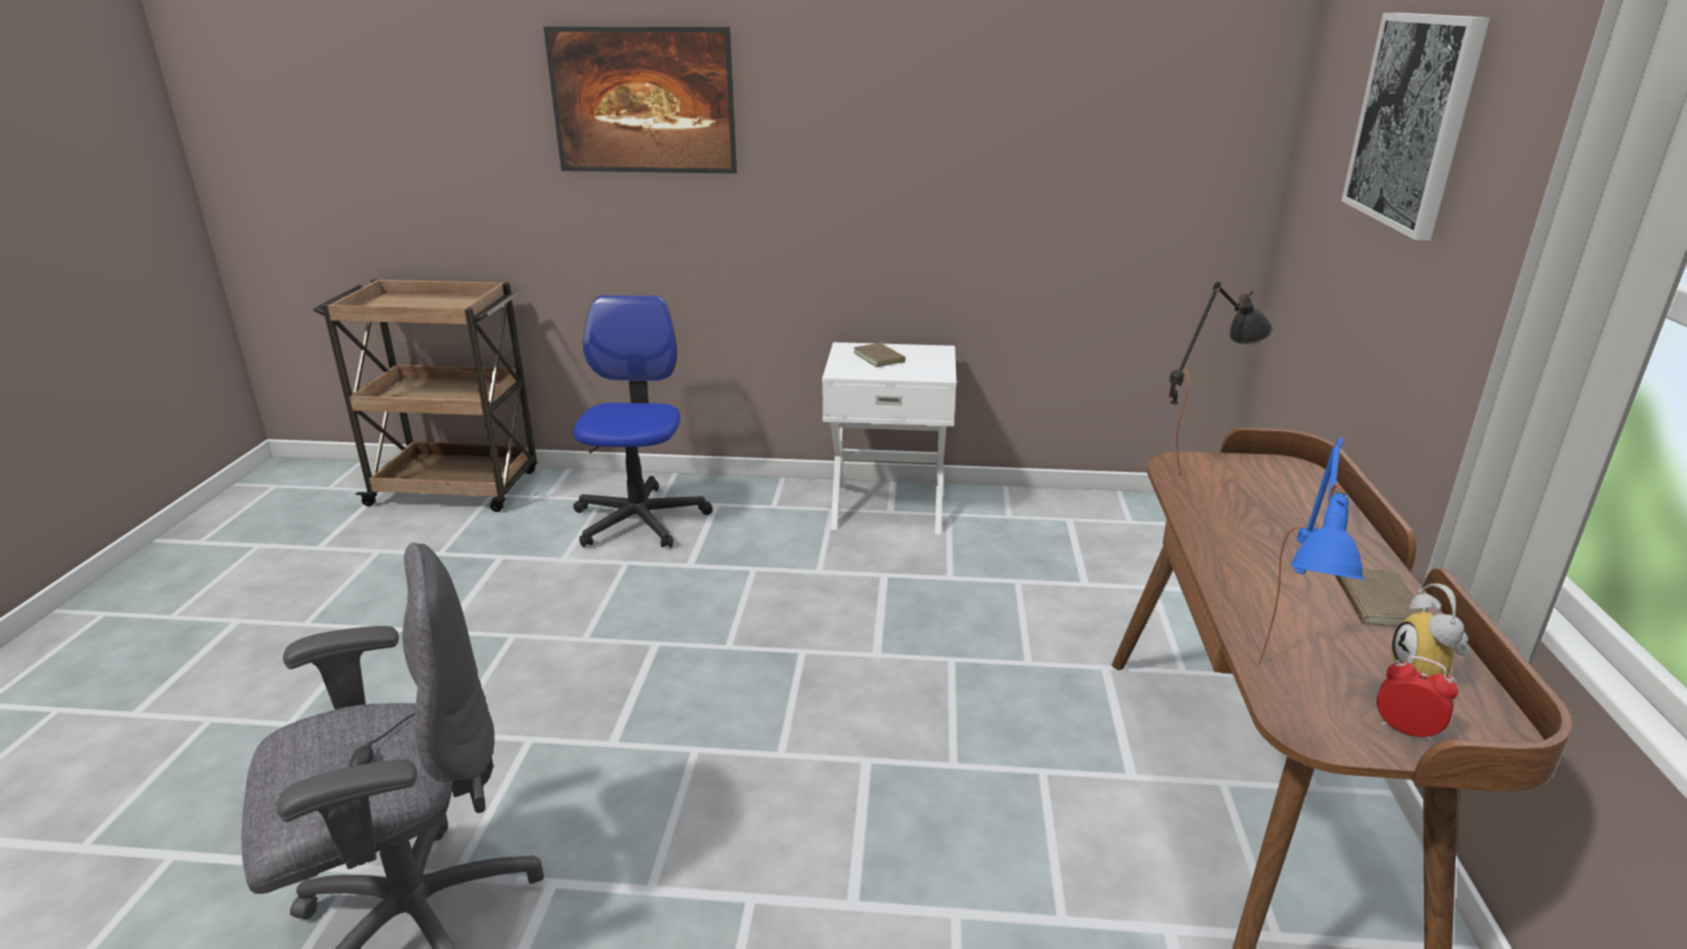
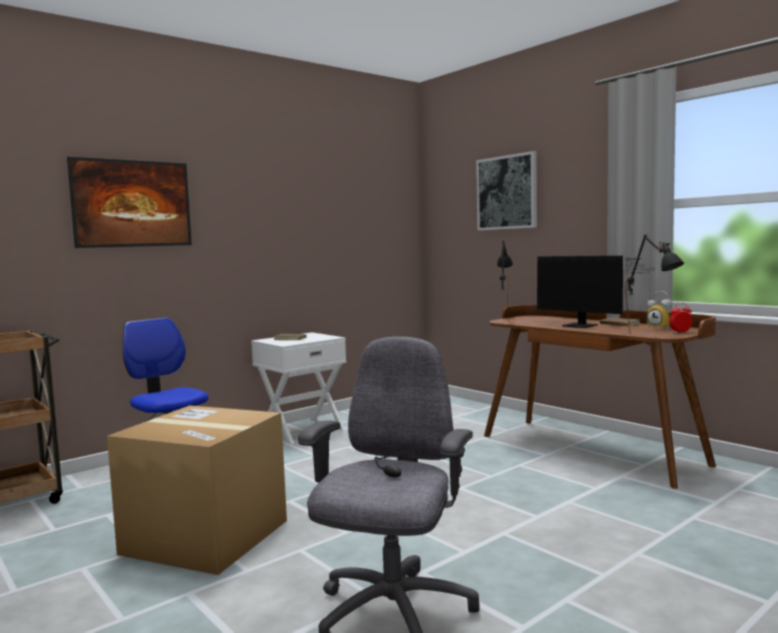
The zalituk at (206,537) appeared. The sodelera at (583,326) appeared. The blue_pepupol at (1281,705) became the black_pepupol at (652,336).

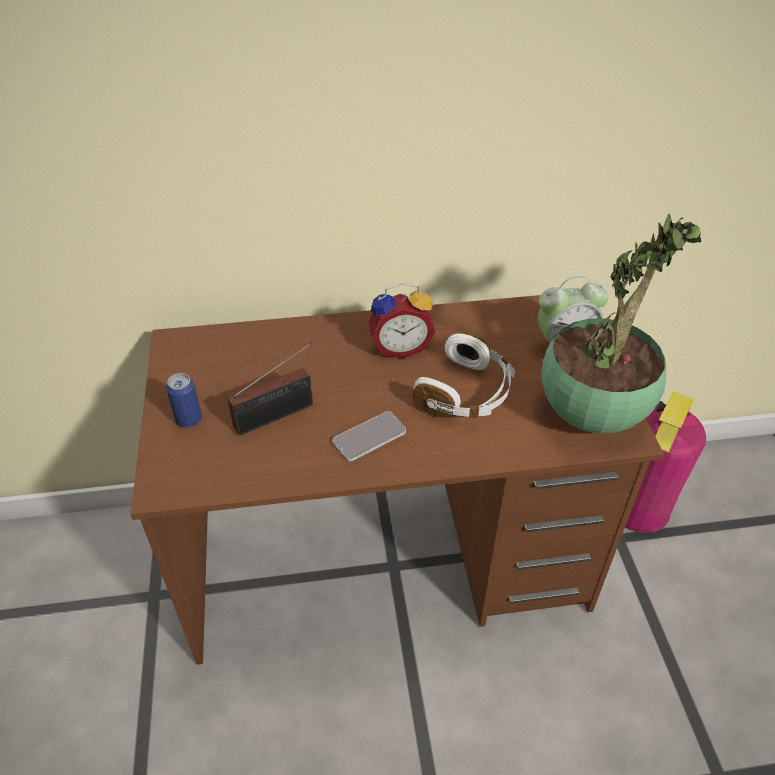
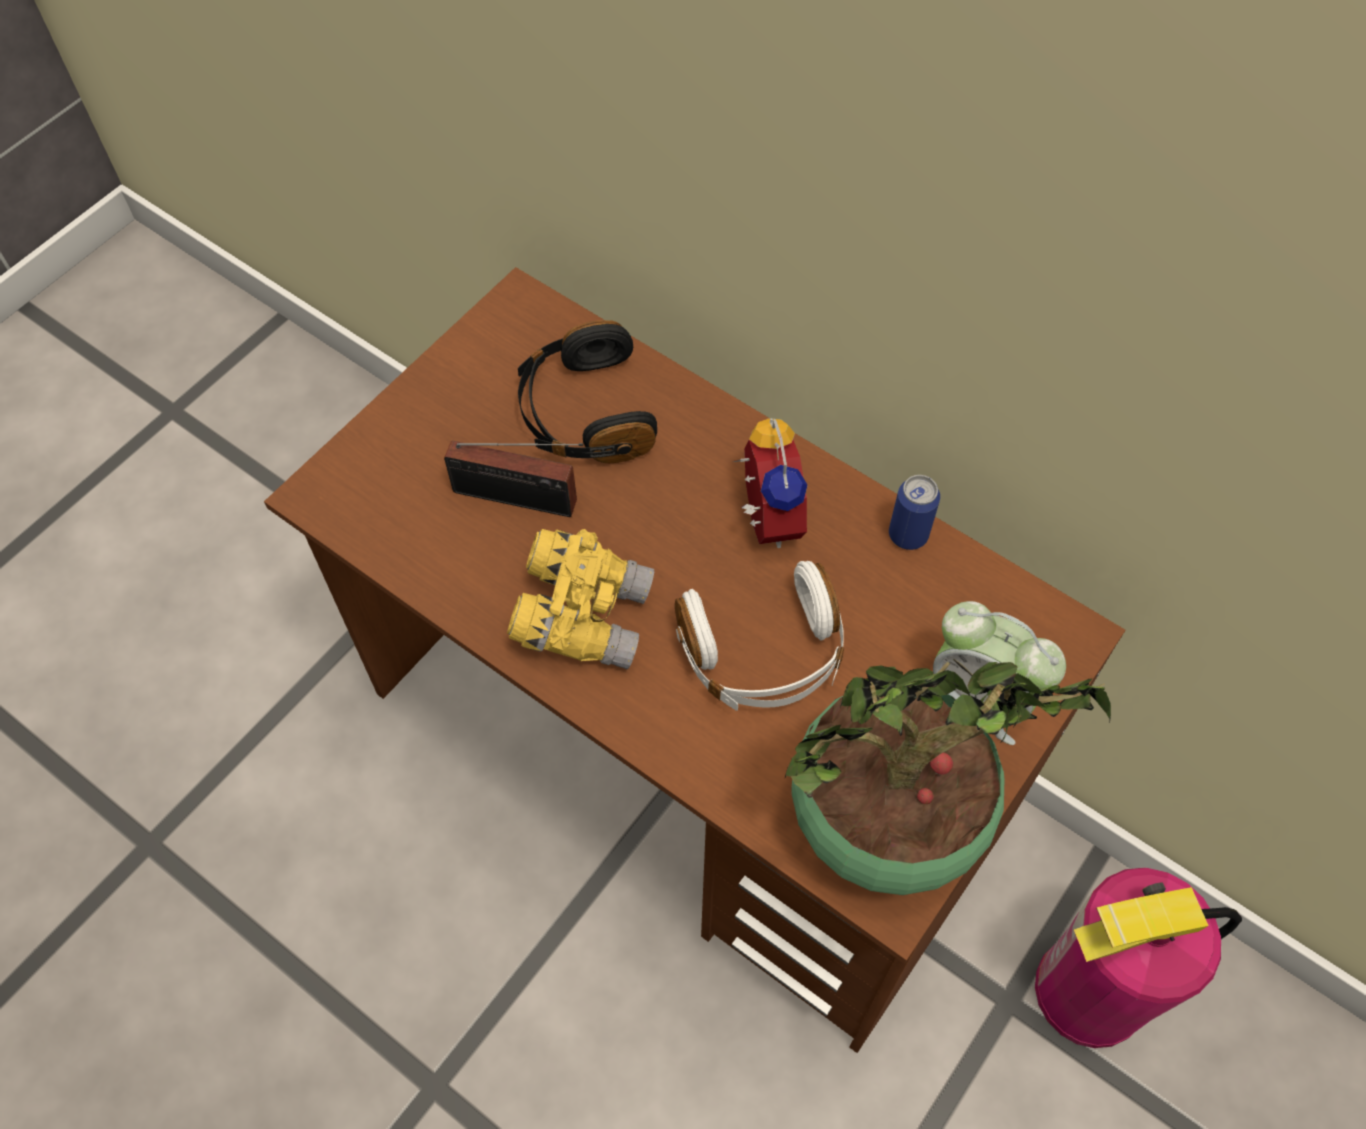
The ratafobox at (369,437) was replaced by the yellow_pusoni at (583,615). The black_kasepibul at (584,414) appeared. The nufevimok at (400,347) turned 135 degrees counterclockwise. The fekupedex moved from (189,419) to (908,535).

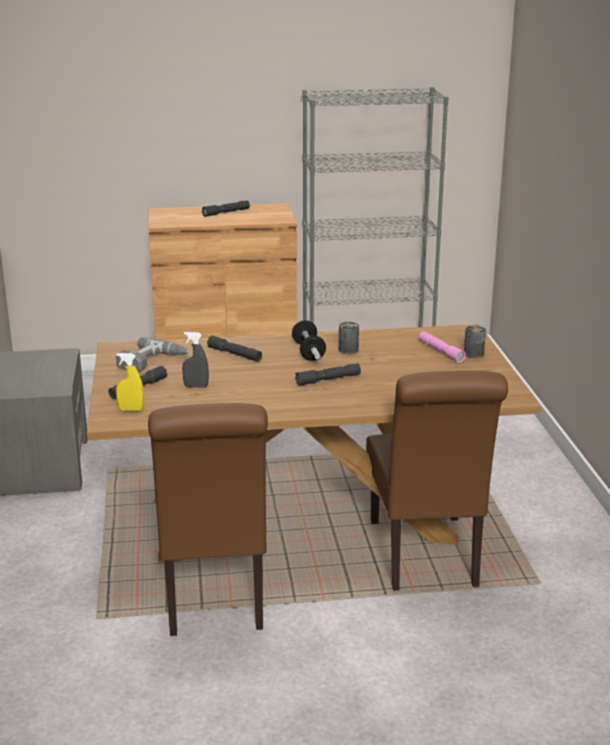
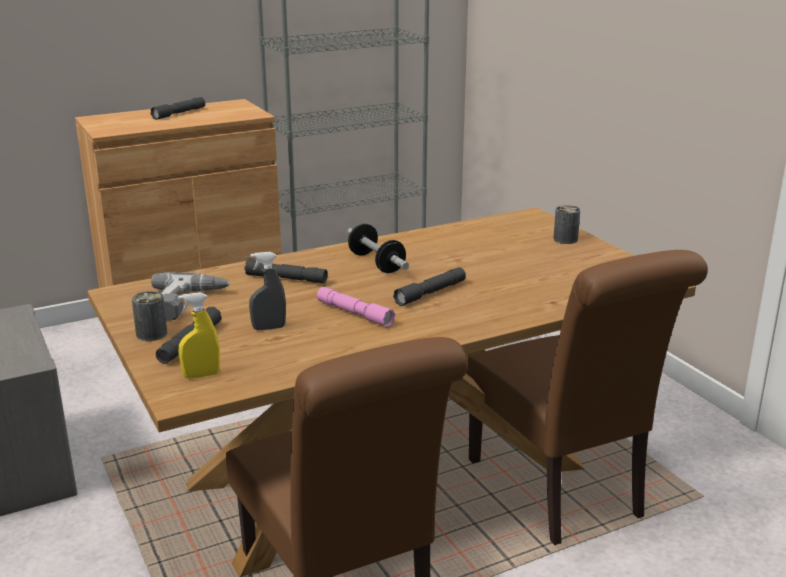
The fekupedex moved from (348,350) to (151,334). The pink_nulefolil moved from (441,351) to (354,314).

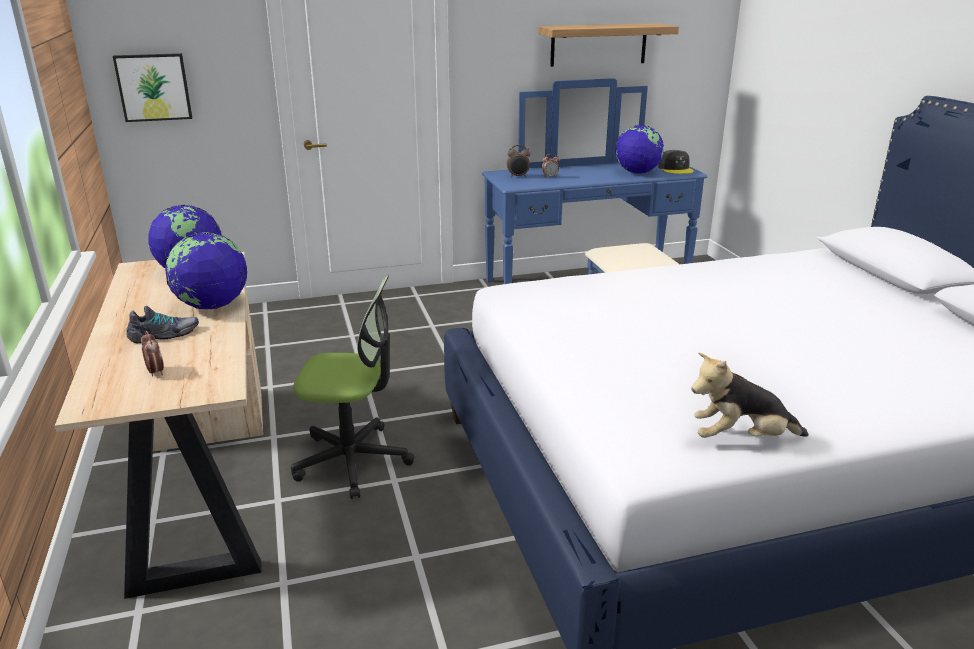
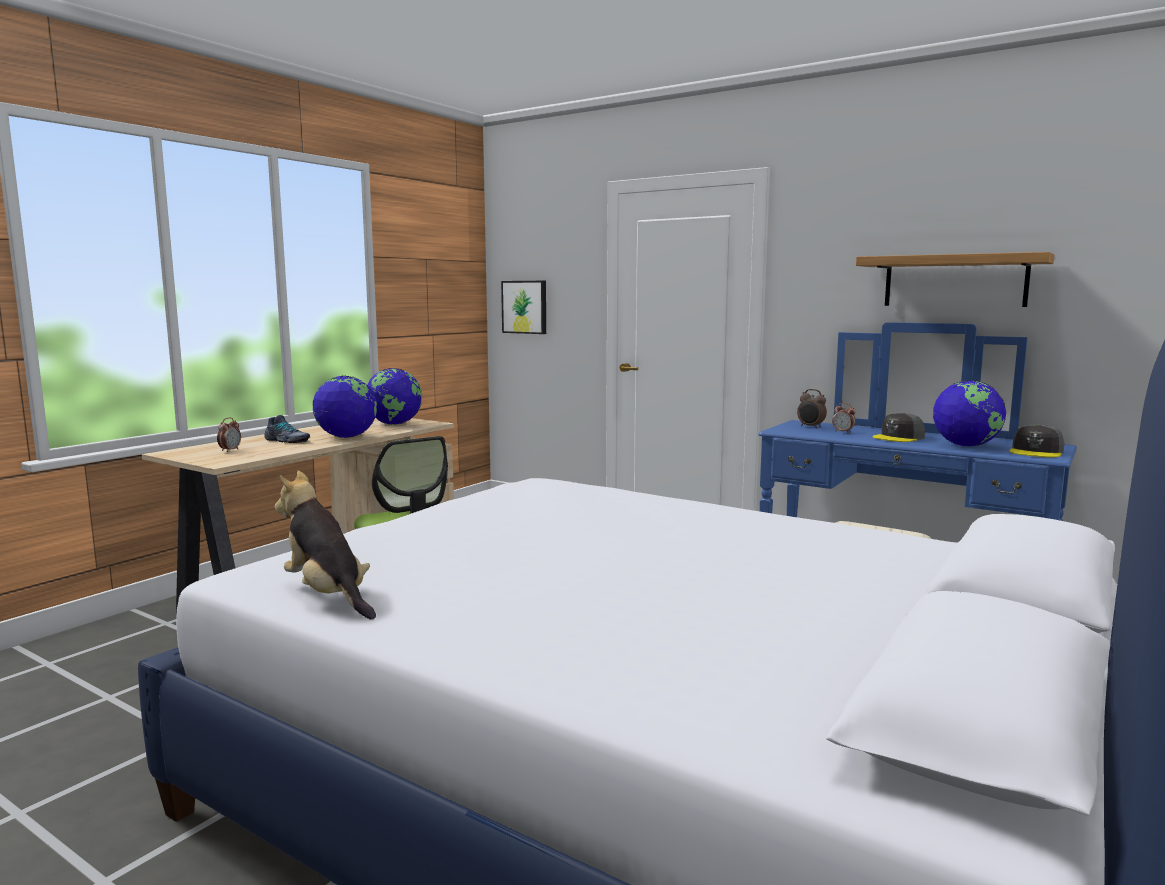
The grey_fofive at (898,437) appeared.

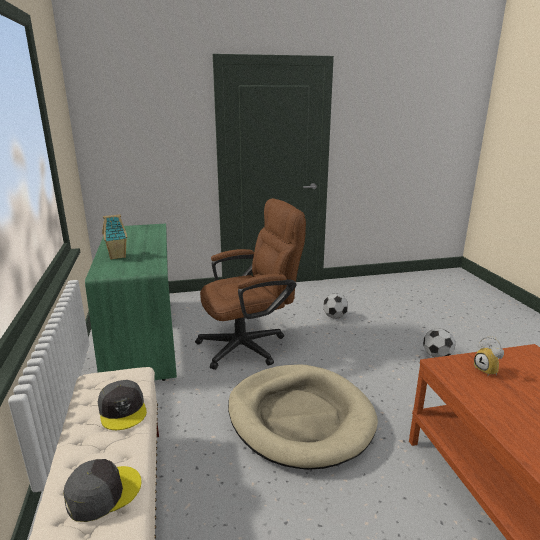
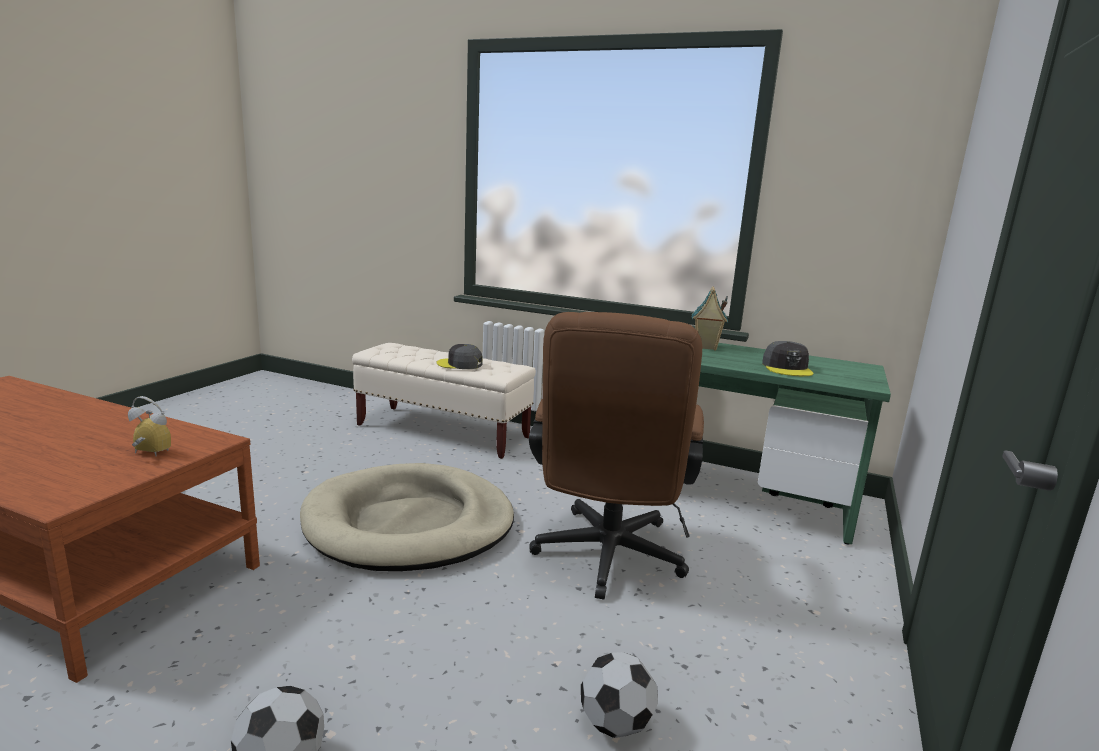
The grey_fofive moved from (103,493) to (787,368).

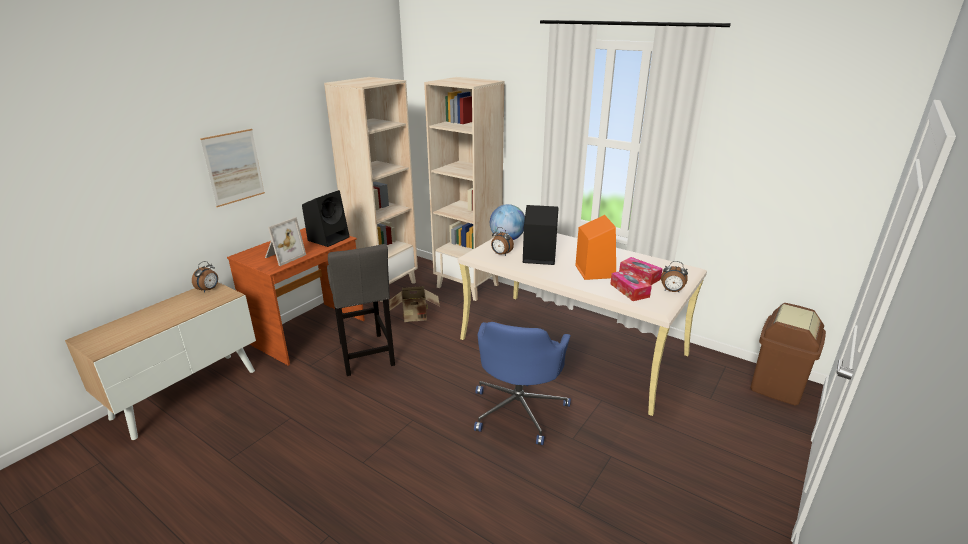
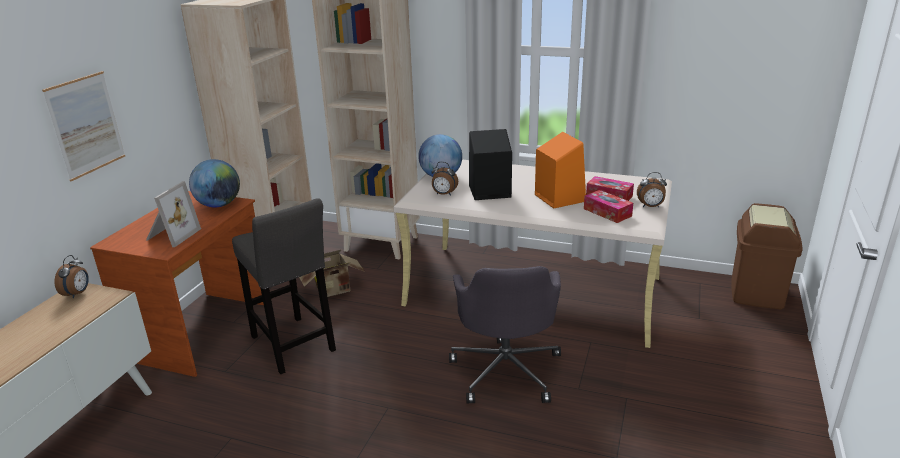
The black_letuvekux at (329,238) was replaced by the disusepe at (219,205). The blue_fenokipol at (519,409) became the grey_fenokipol at (506,370).

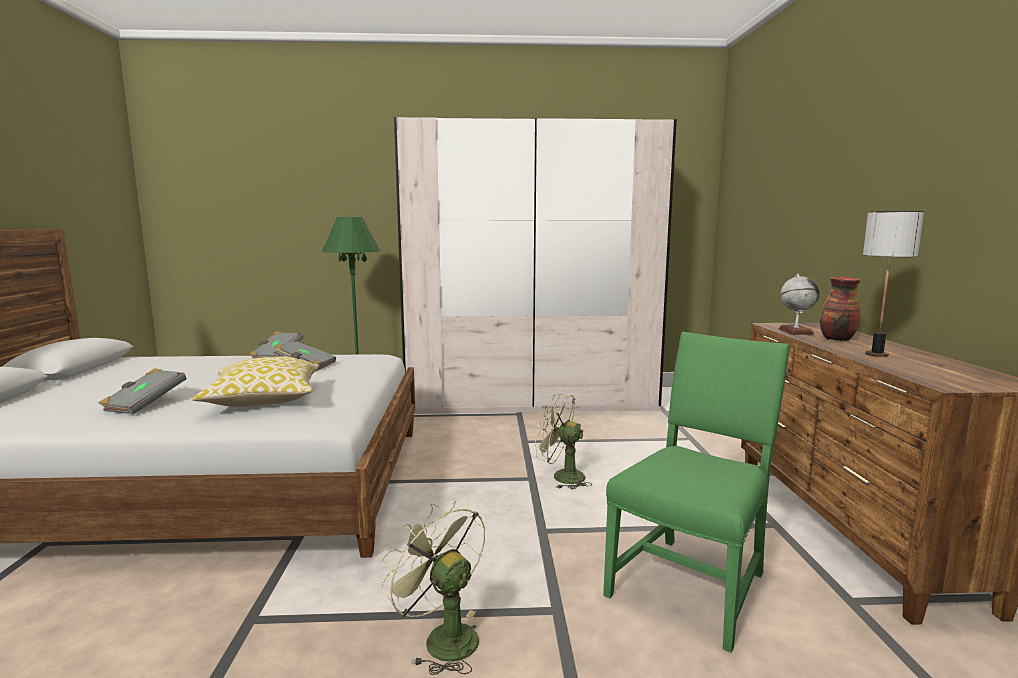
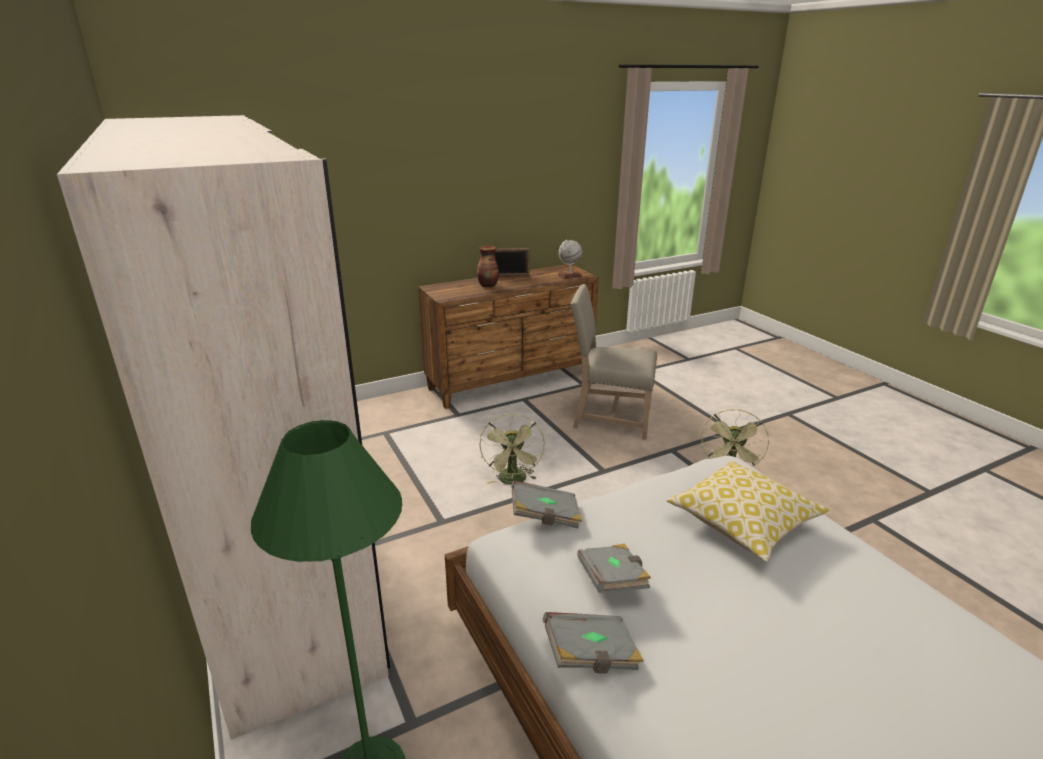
The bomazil at (509,276) appeared. The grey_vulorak moved from (145,404) to (545,516). The disusepe moved from (795,332) to (569,275). The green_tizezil at (692,583) became the beige_tizezil at (609,418). The pepupol at (876,354) disappeared.

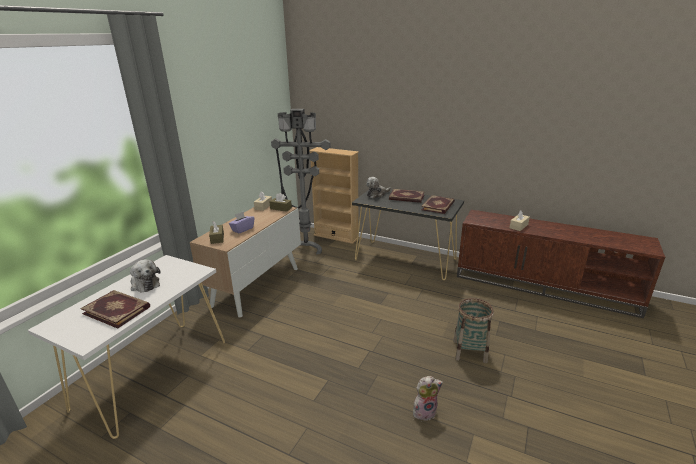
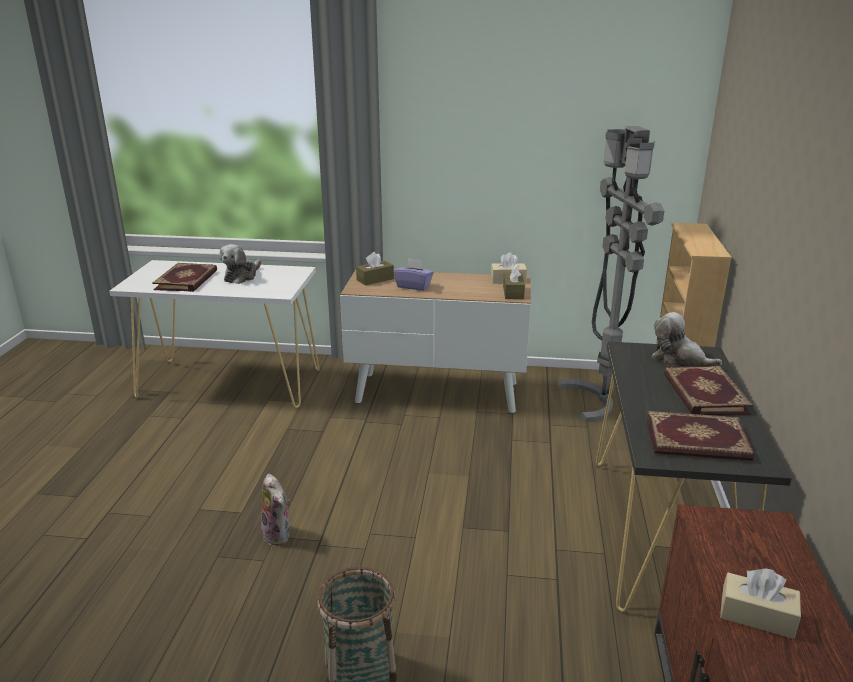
The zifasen moved from (424,411) to (279,534).

